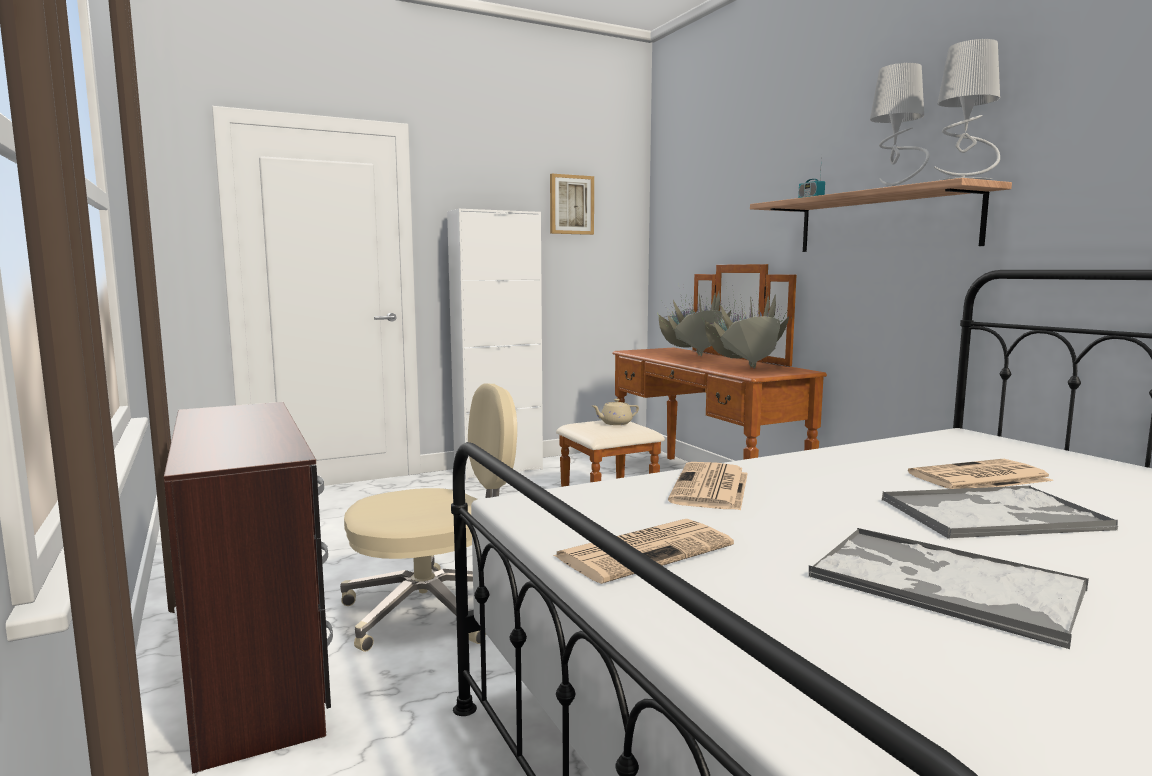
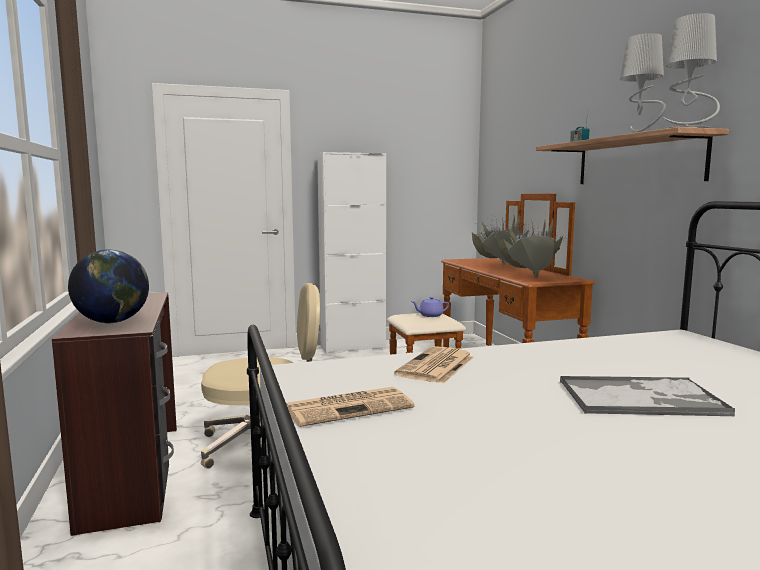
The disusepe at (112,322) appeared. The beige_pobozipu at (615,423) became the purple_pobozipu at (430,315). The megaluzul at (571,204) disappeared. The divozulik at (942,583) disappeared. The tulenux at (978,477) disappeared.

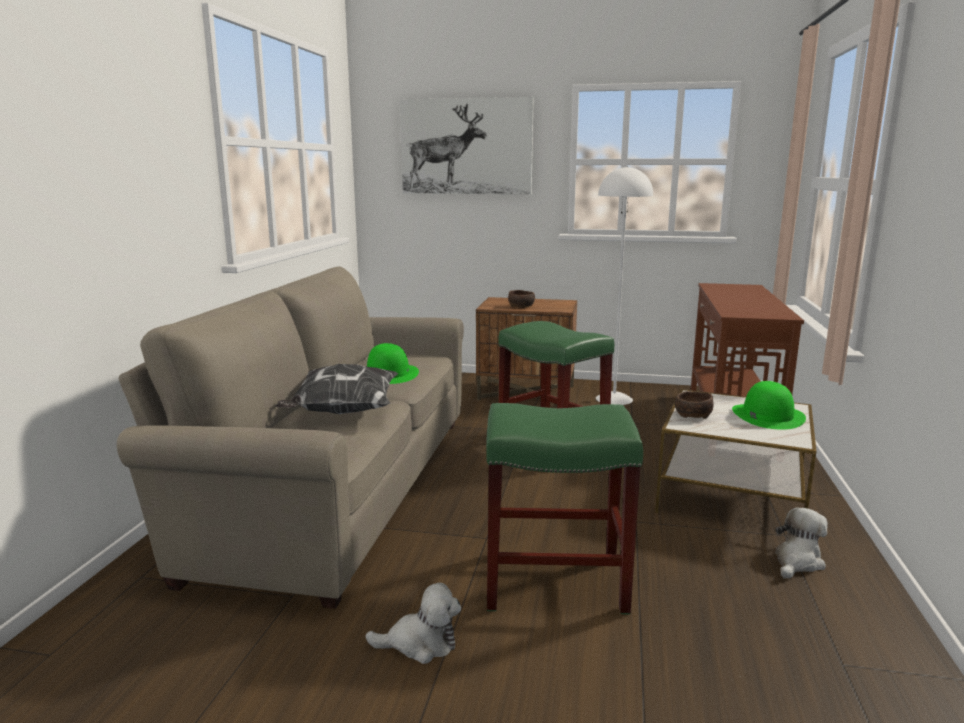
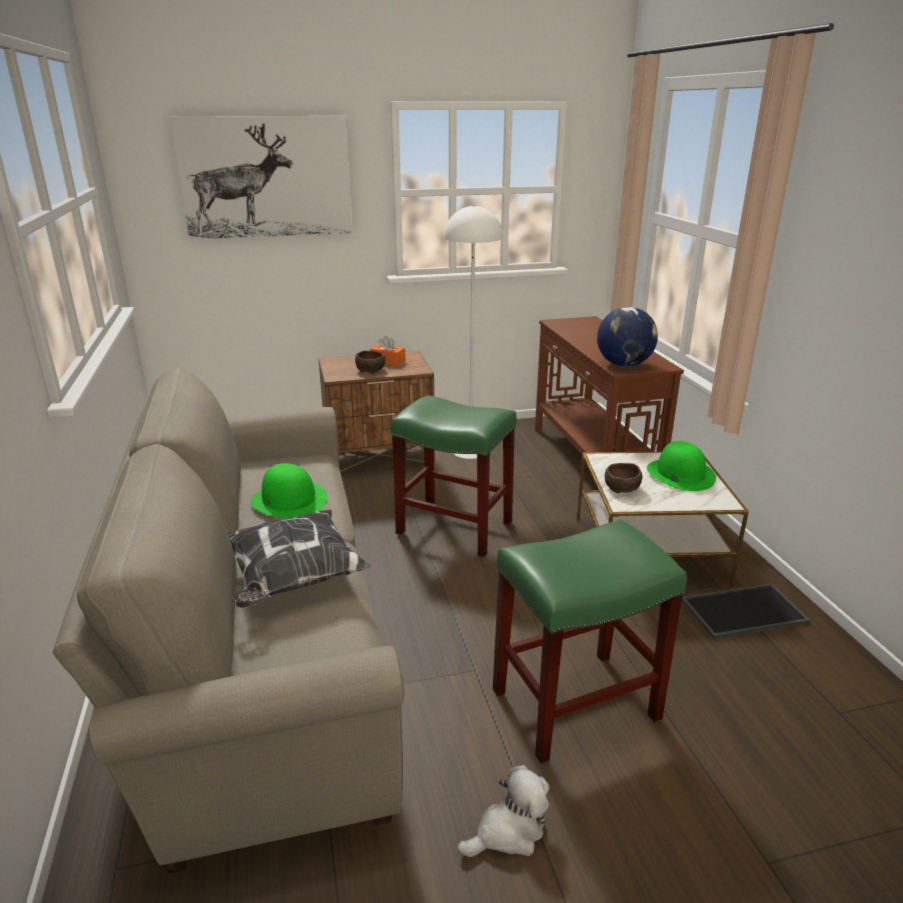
The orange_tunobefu at (387,361) appeared. The disusepe at (624,365) appeared. The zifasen at (797,561) was replaced by the divozulik at (743,612).

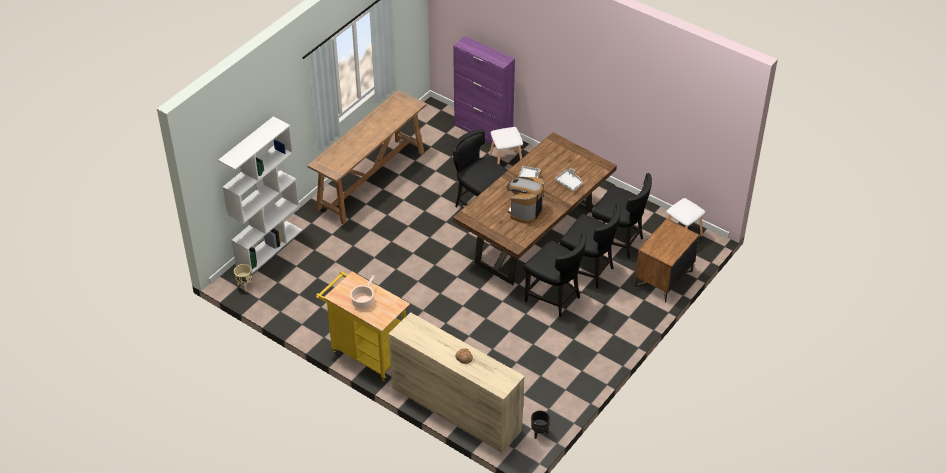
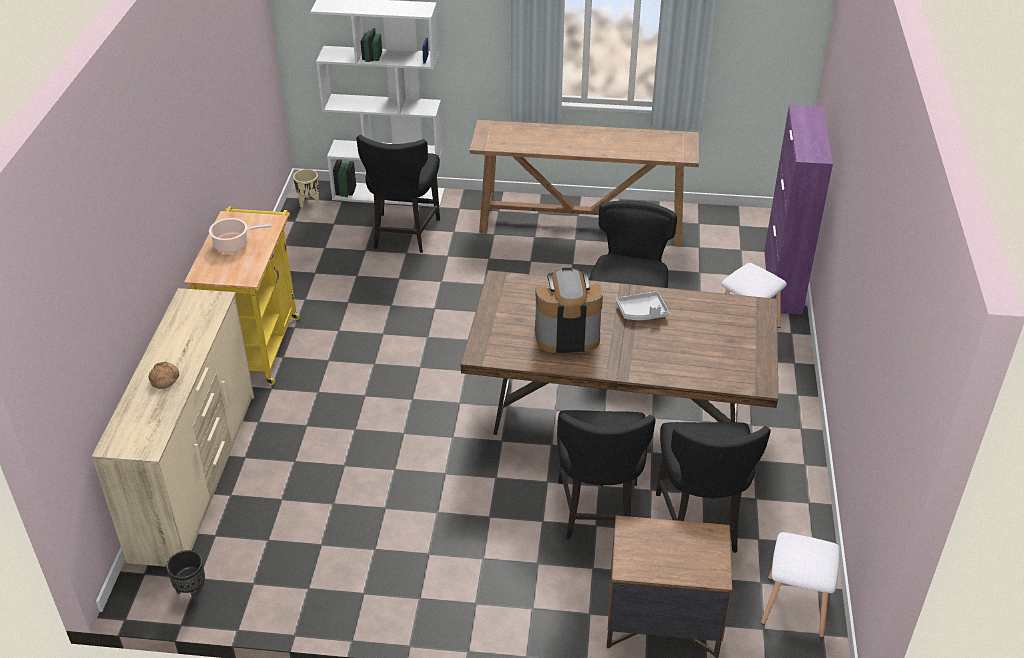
The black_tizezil moved from (554,298) to (403,234). The grey_divozulik at (569,183) disappeared.

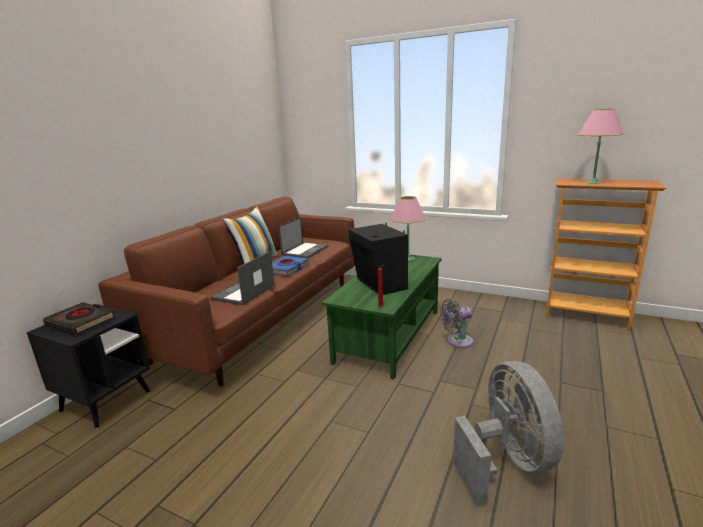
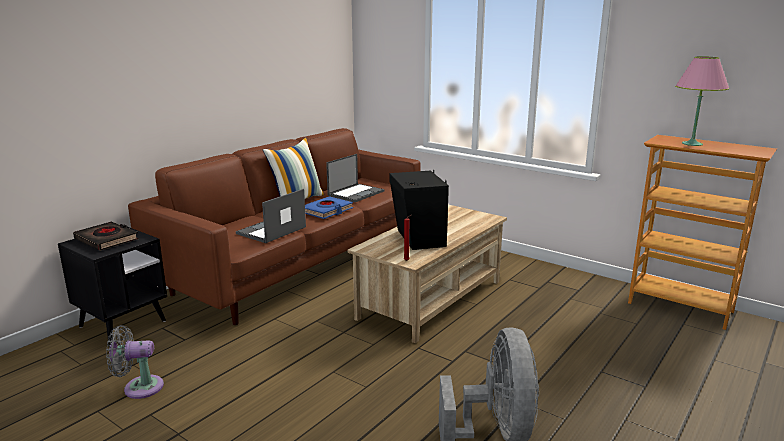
The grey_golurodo moved from (457,342) to (139,387). The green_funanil at (389,335) became the beige_funanil at (431,299). The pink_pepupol at (408,258) disappeared.

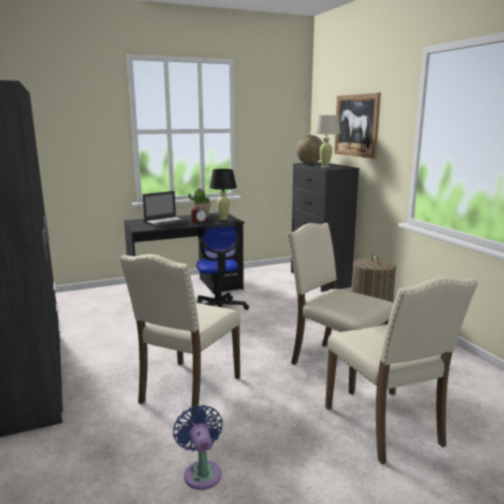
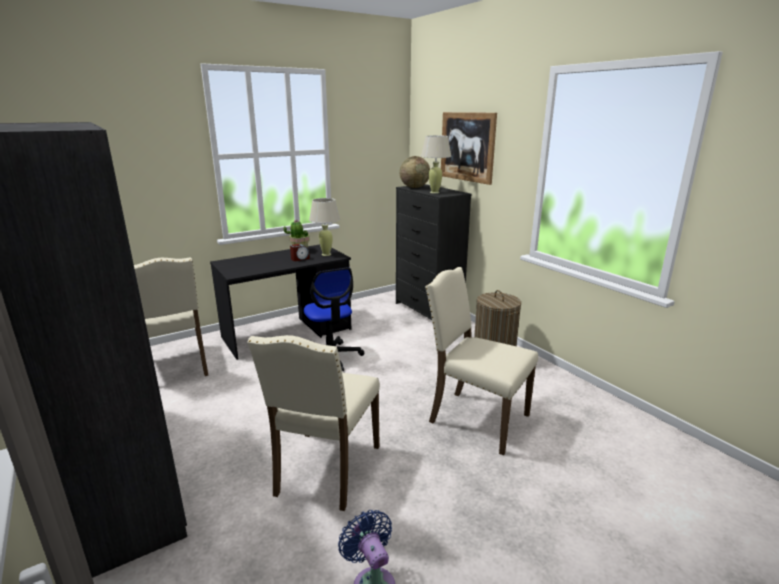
The beige_tizezil moved from (386,426) to (176,367). The black_pepupol at (223,219) became the beige_pepupol at (326,254). The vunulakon at (166,222) disappeared.

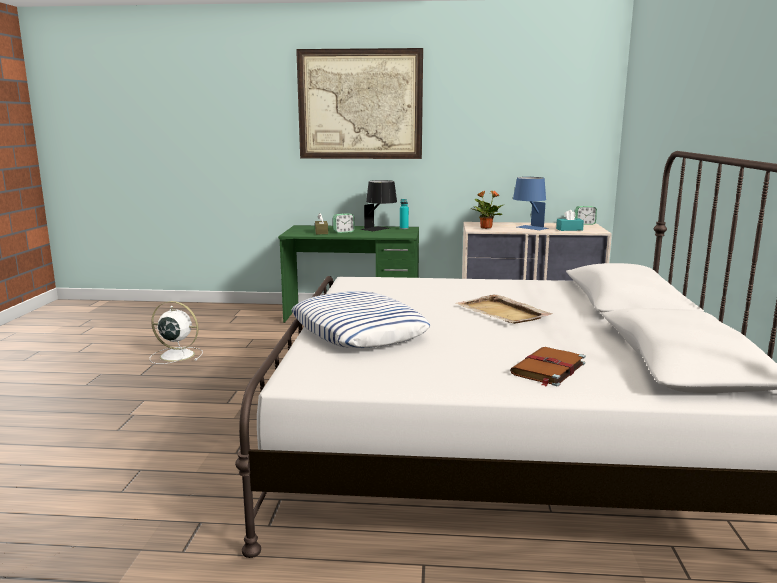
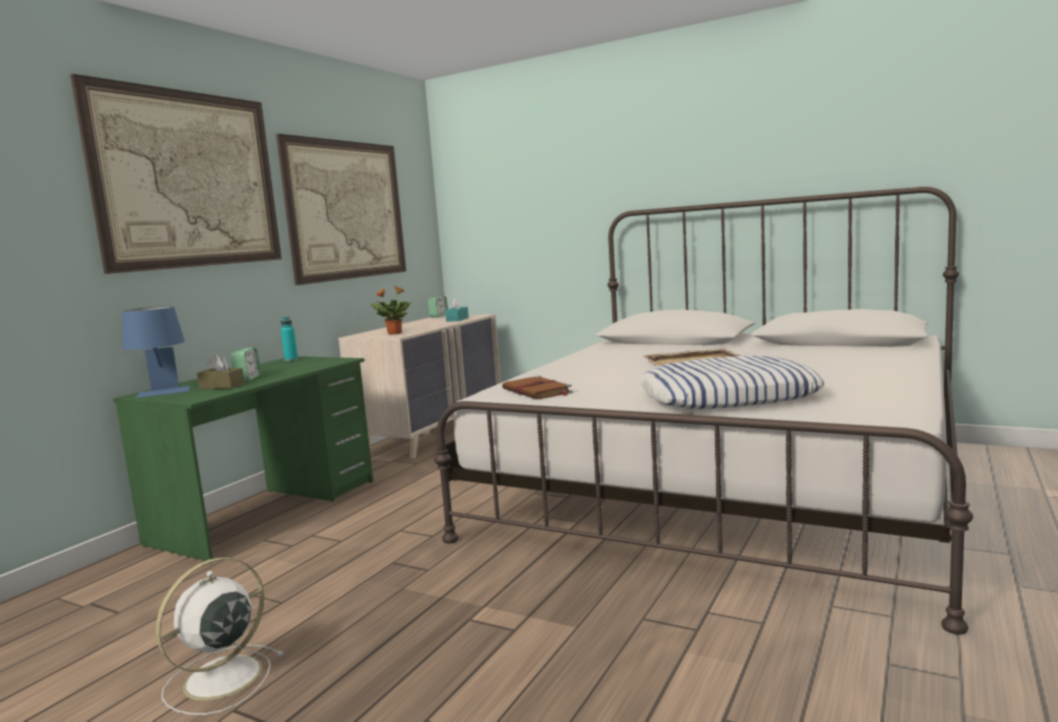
The blue_pepupol moved from (529,228) to (163,393). The megaluzul at (347,210) appeared. The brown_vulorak moved from (548,369) to (537,391). The black_pepupol at (380,229) disappeared.

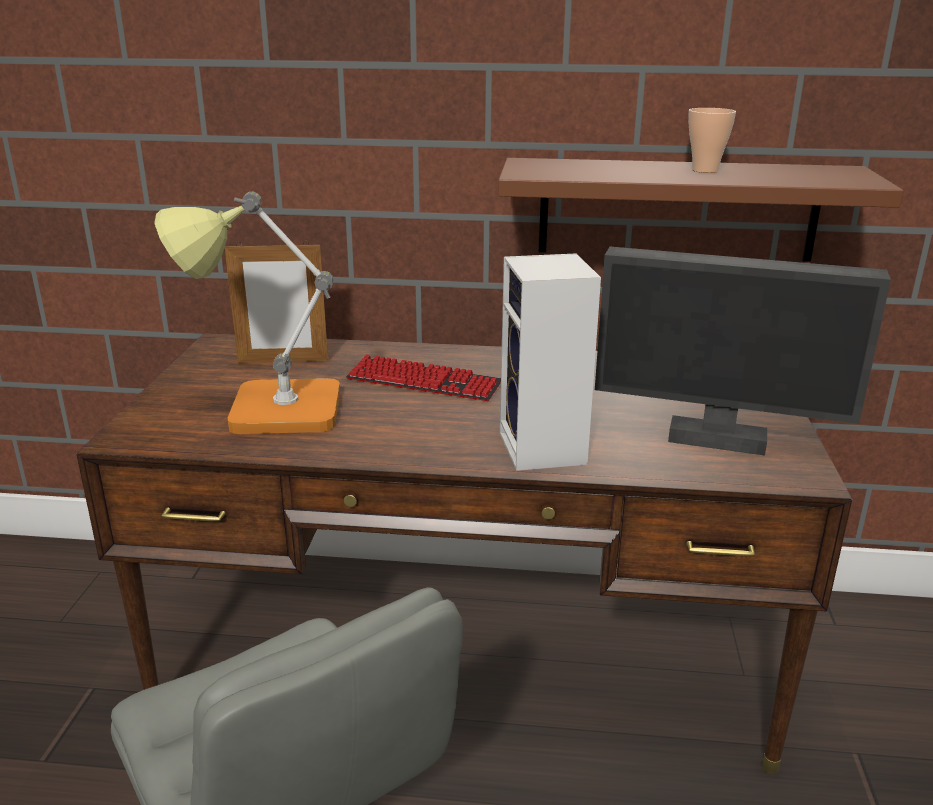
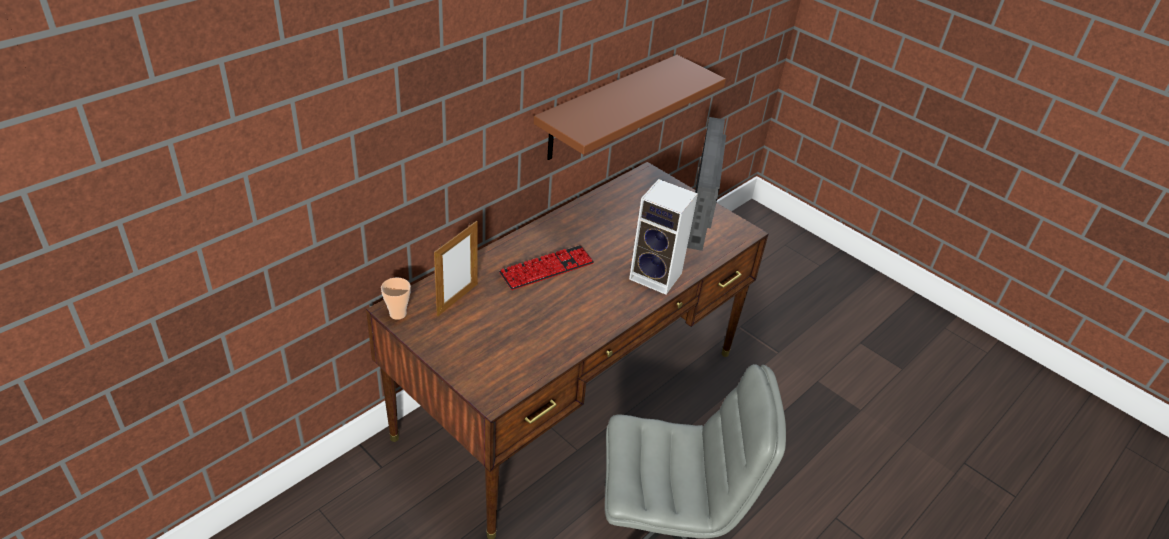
The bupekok moved from (705,170) to (398,314). The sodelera at (716,440) turned 135 degrees clockwise. The pepupol at (268,410) disappeared.

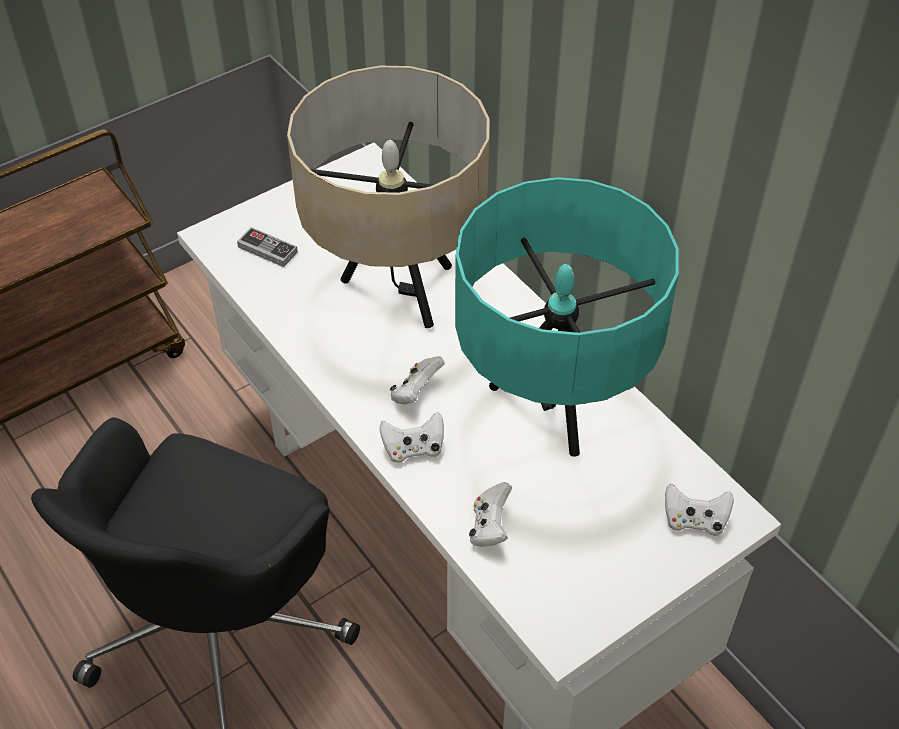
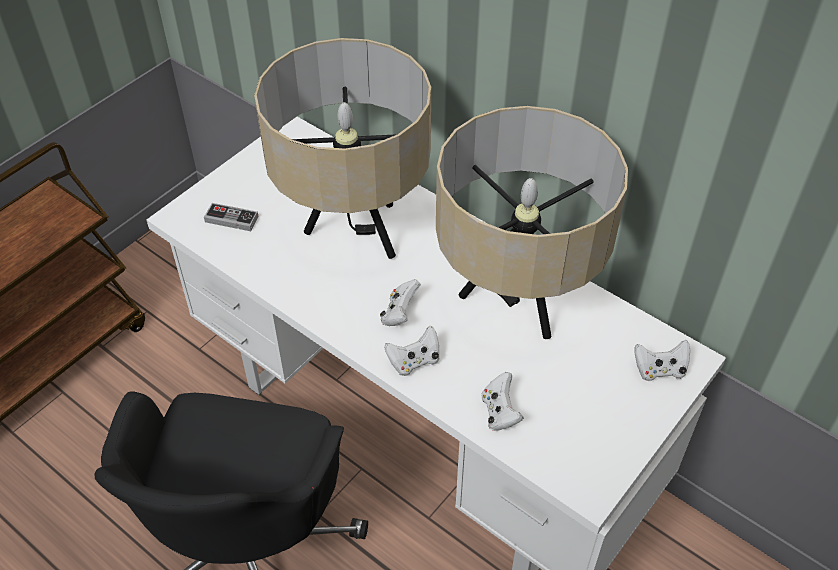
The turquoise_pepupol at (551,411) became the beige_pepupol at (515,306).

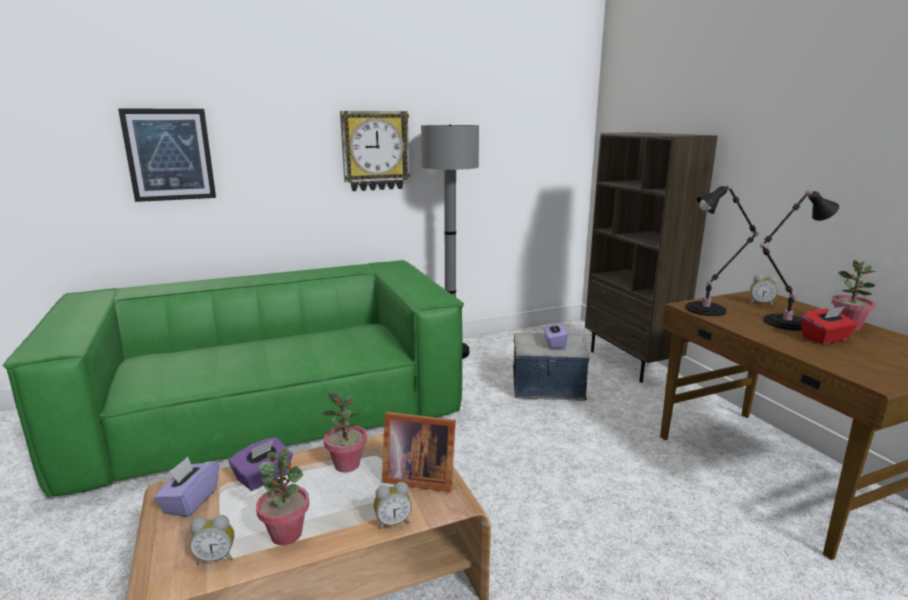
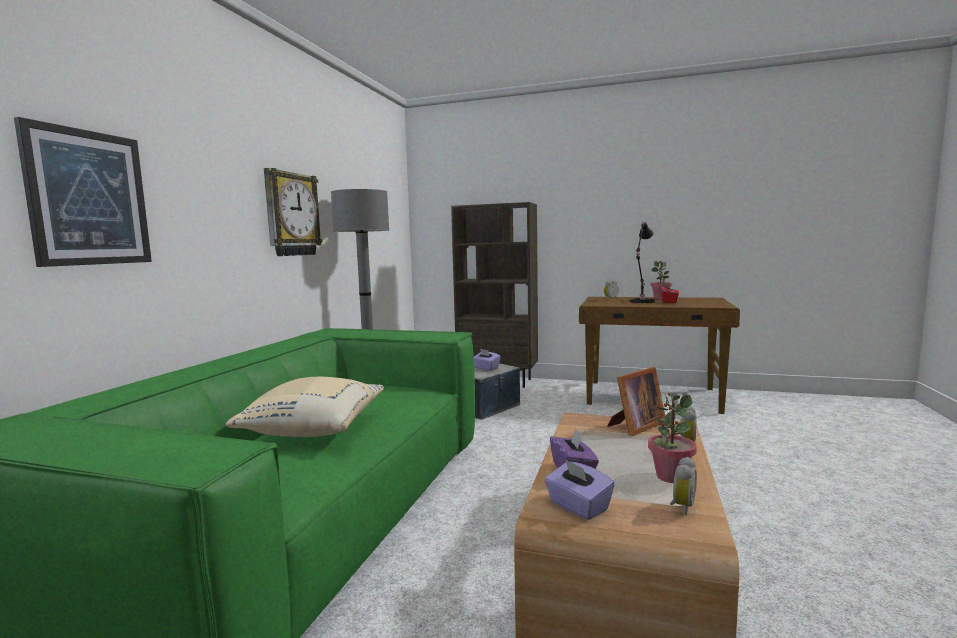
The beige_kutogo at (313,429) appeared. The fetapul at (347,465) disappeared. The black_pepupol at (708,309) disappeared.

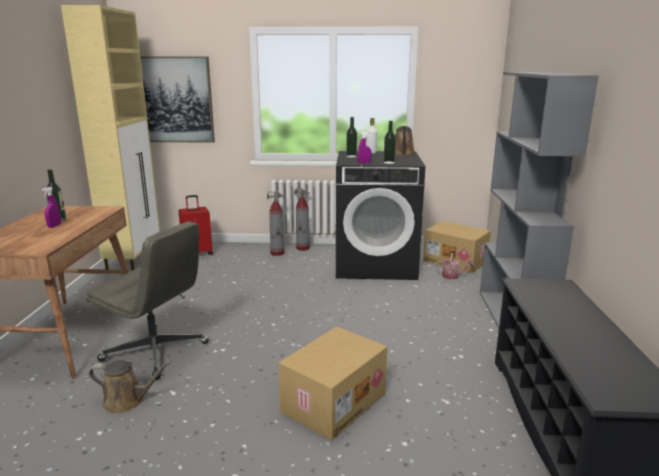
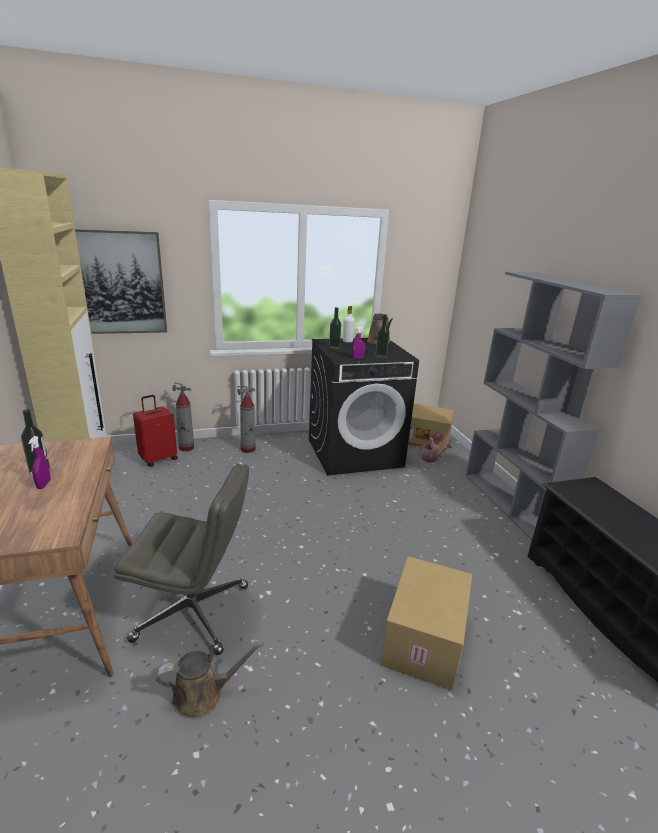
The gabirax moved from (303,248) to (186,448).

